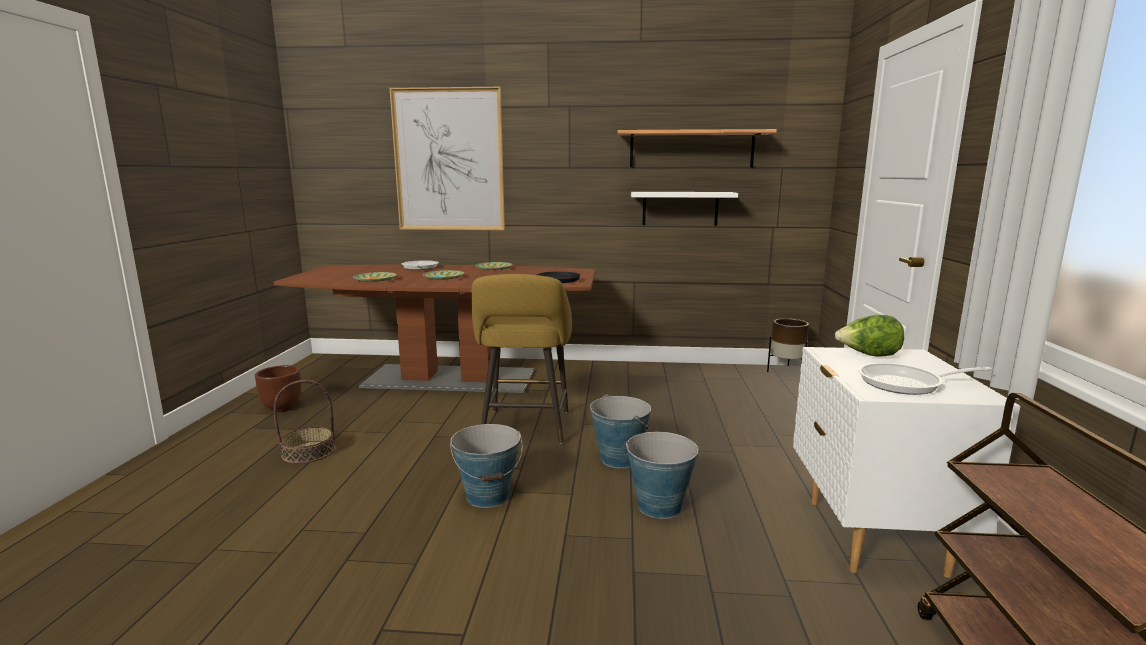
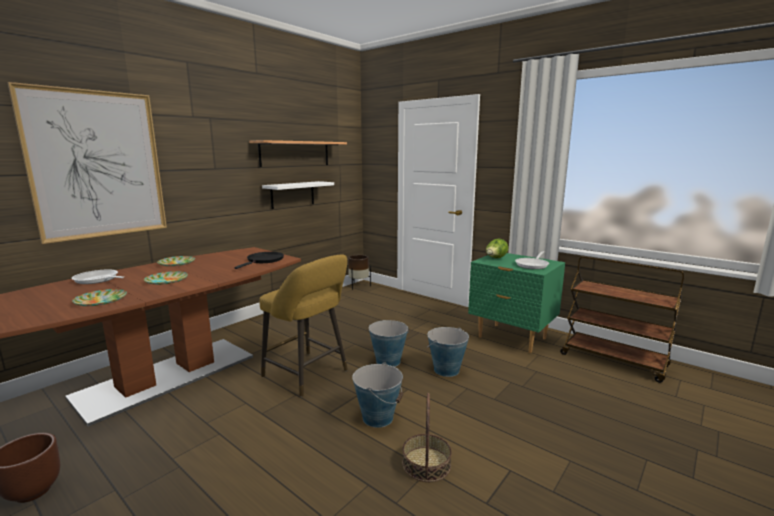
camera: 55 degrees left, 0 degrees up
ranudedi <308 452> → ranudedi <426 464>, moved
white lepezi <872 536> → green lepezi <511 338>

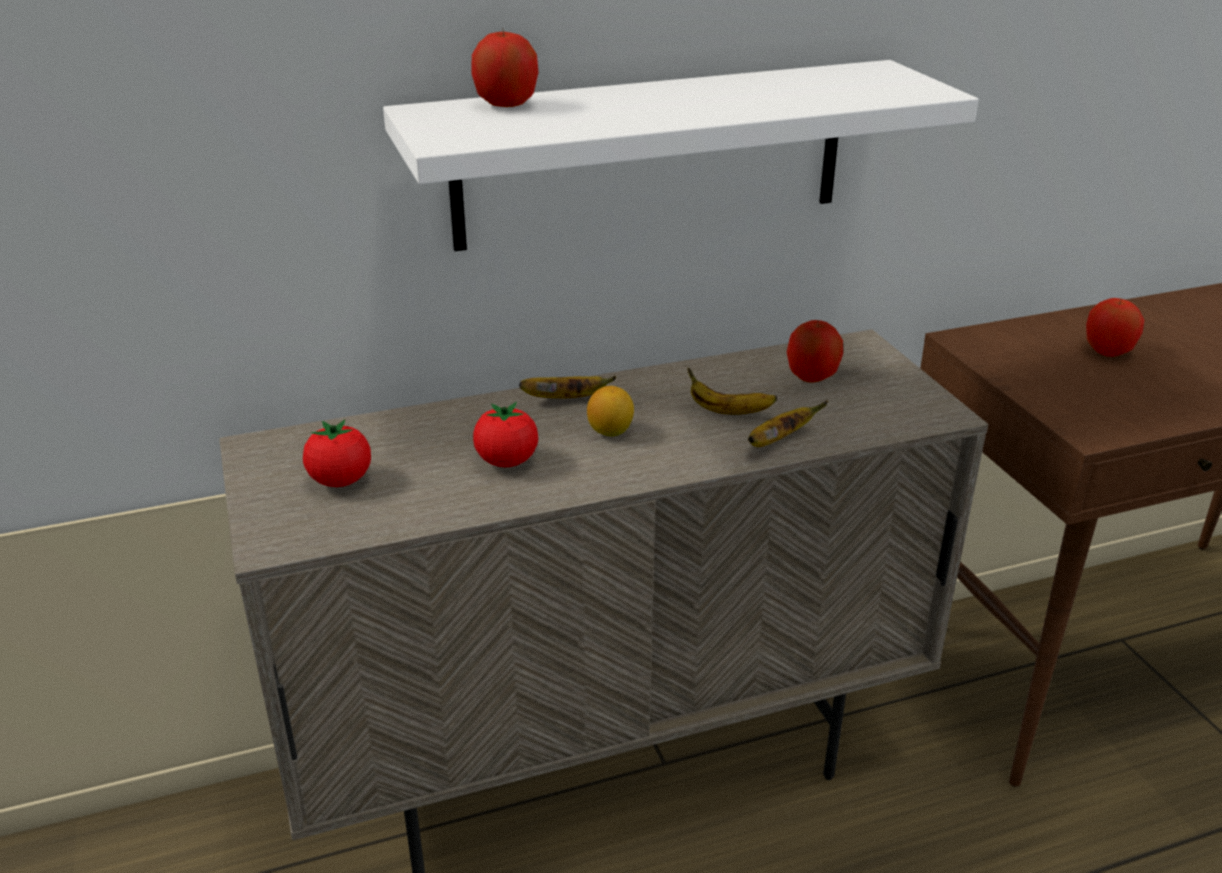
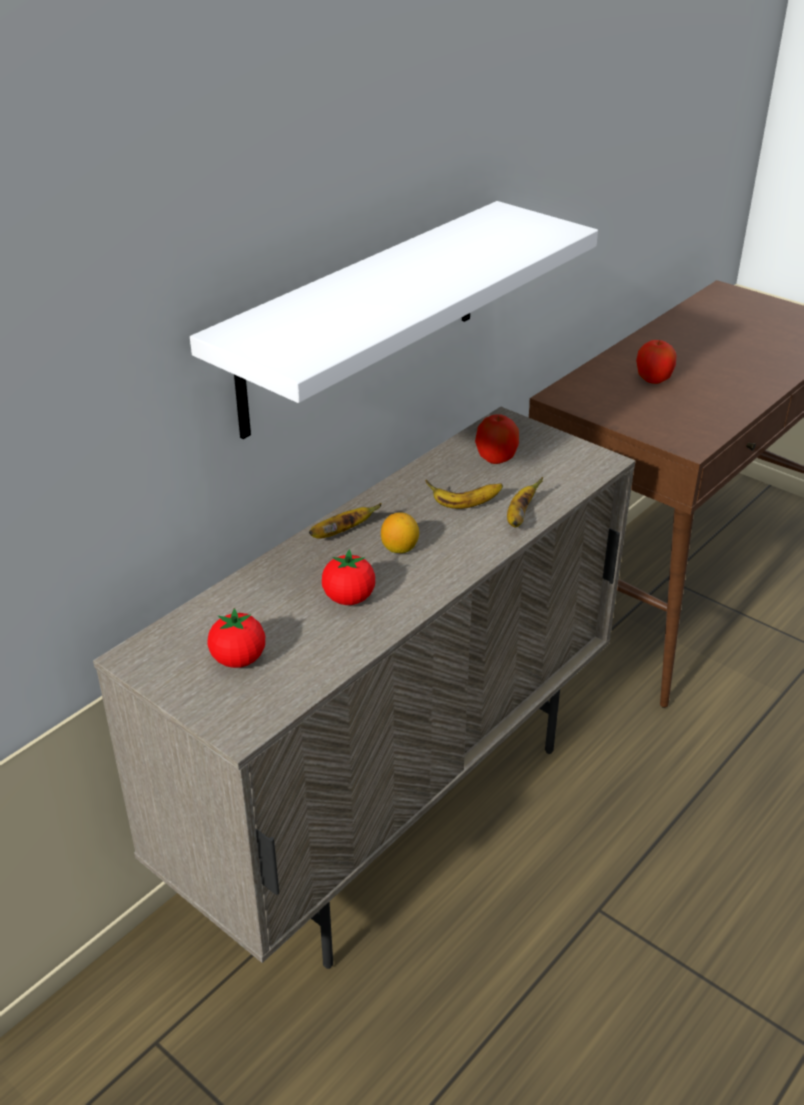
camera: 30 degrees left, 5 degrees up
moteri <506 104> → -

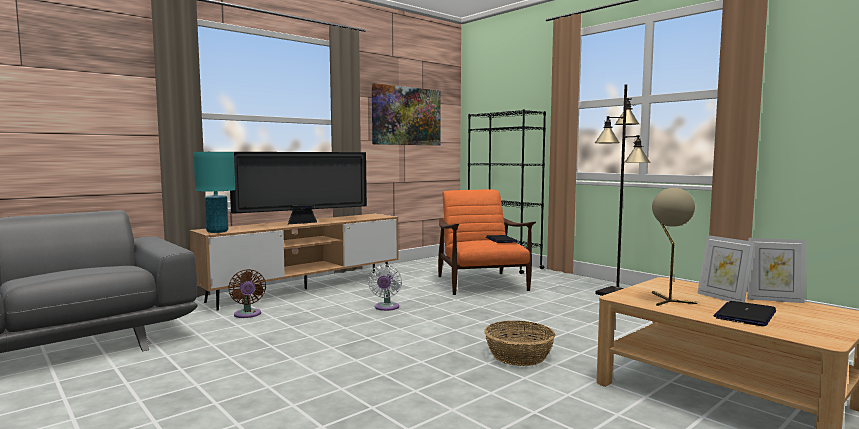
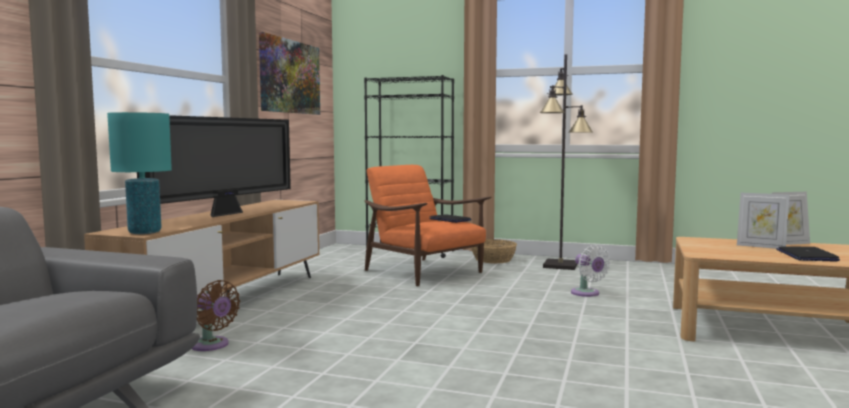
camera: 30 degrees left, 0 degrees up
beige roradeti <667 300> → -
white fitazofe <386 308> → white fitazofe <587 293>, moved
ranudedi <518 355> → ranudedi <493 260>, moved

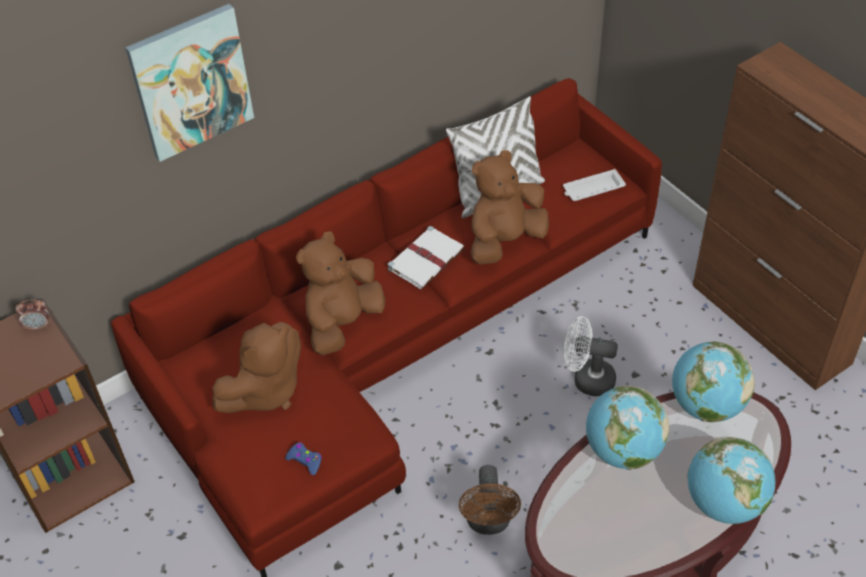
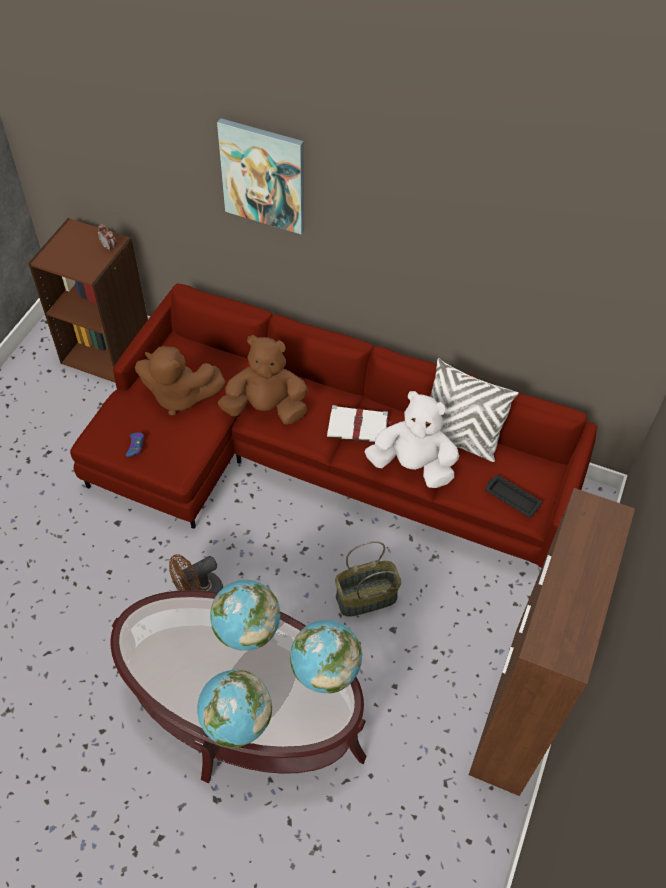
camera: 55 degrees right, 5 degrees up
white fitazofe <587 379> → ranudedi <366 598>
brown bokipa <505 241> → white bokipa <412 466>
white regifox <592 189> → black regifox <511 498>

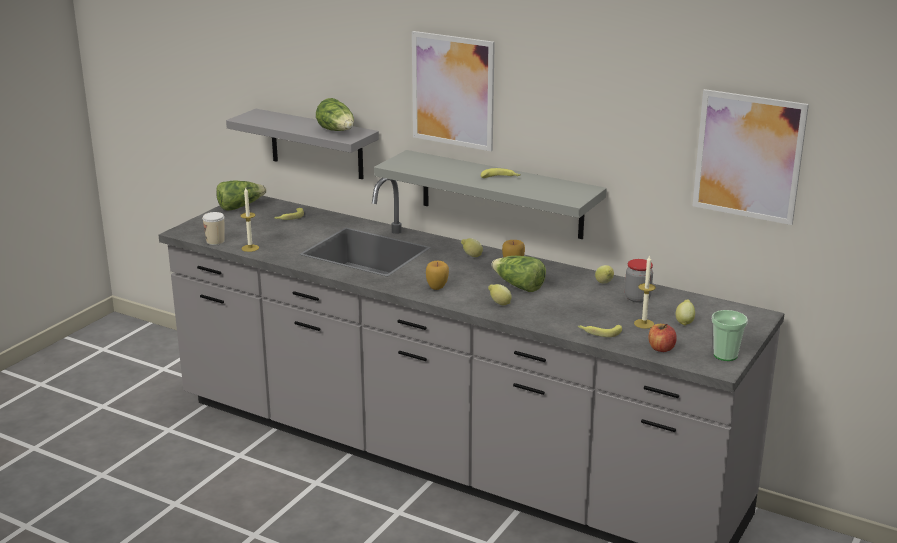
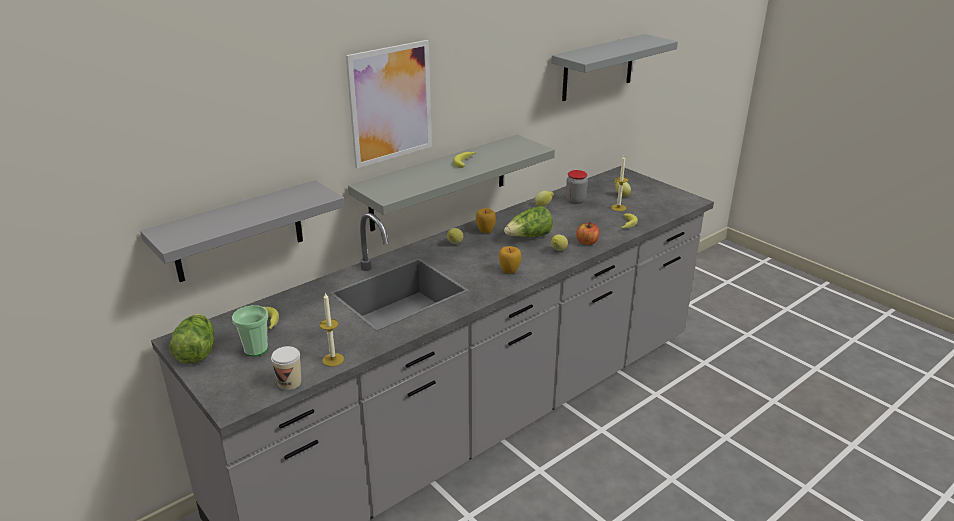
camera: 70 degrees left, 5 degrees up
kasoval <337 131> → -
moteri <661 348> → moteri <587 242>, moved
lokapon <725 355> → lokapon <256 349>, moved
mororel <748 156> → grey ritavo <598 67>

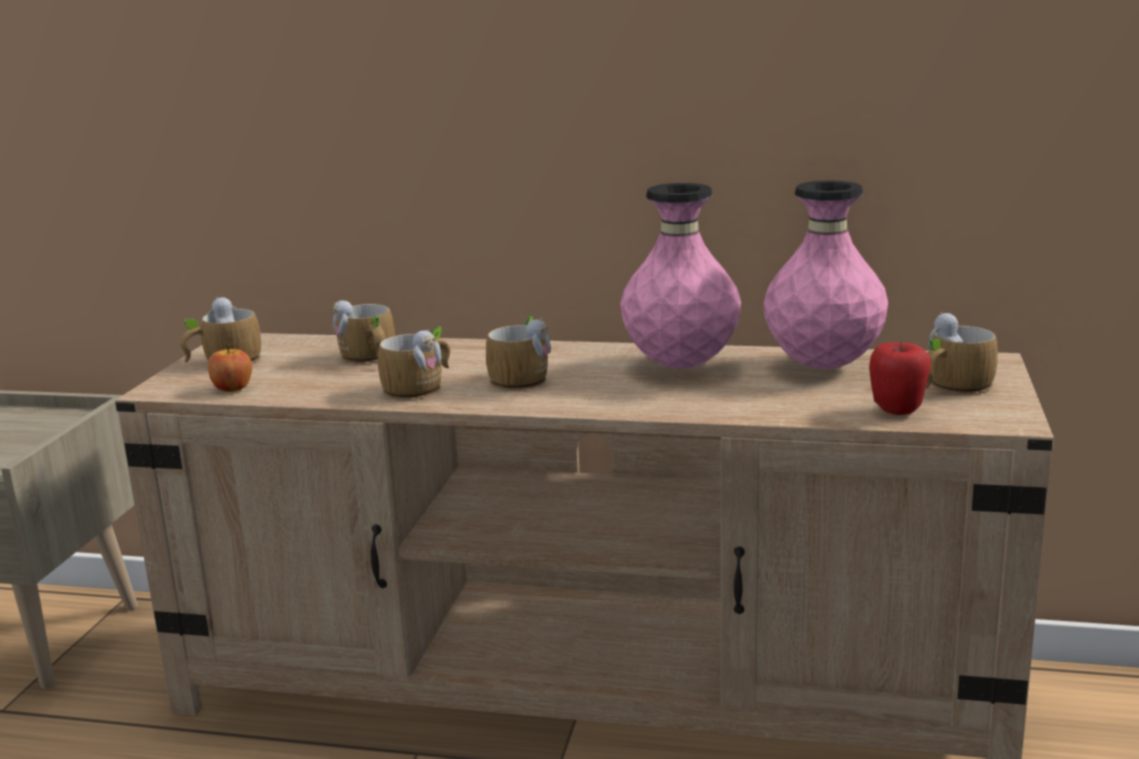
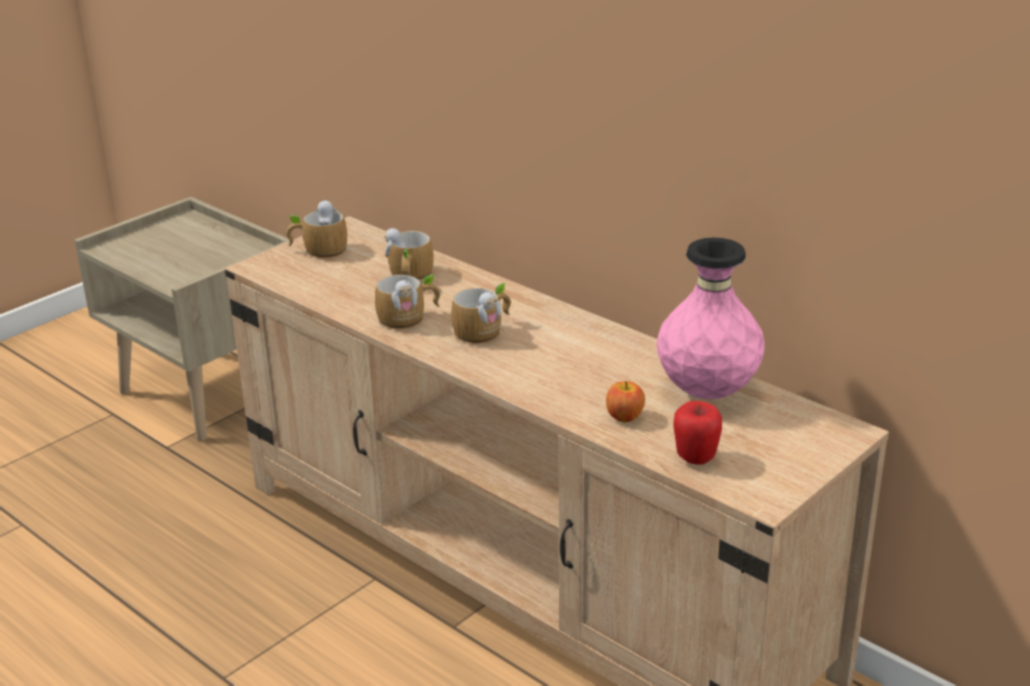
camera: 30 degrees right, 10 degrees up
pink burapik <681 366> → -
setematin <951 386> → -
moteri <233 388> → moteri <625 416>, moved

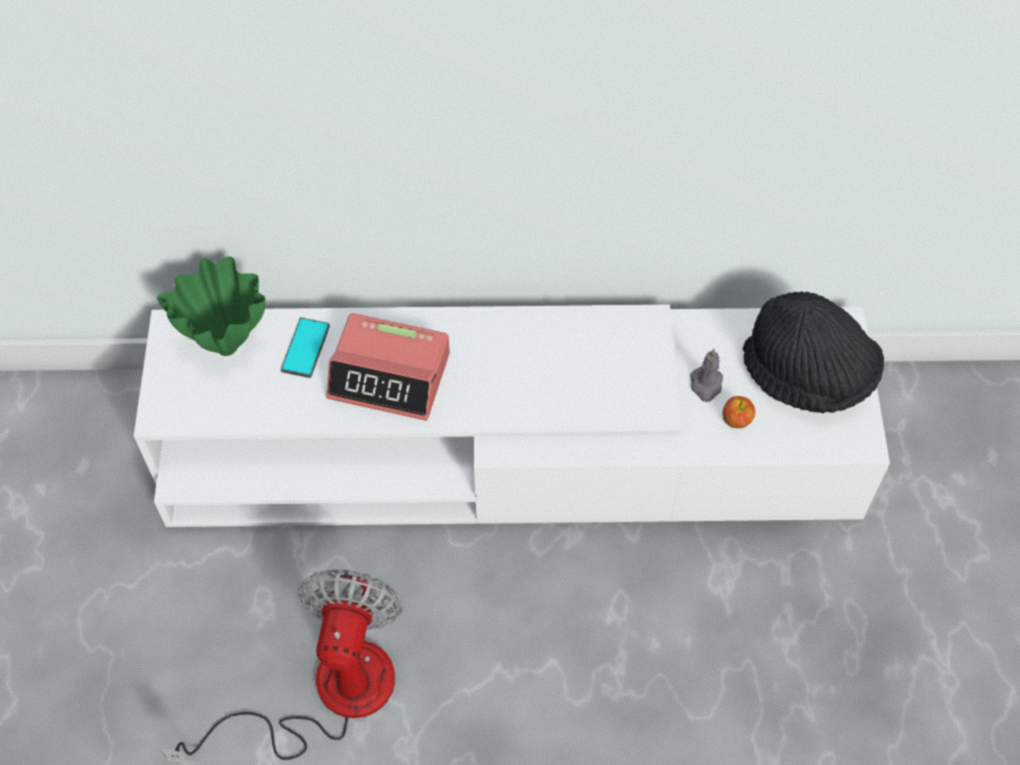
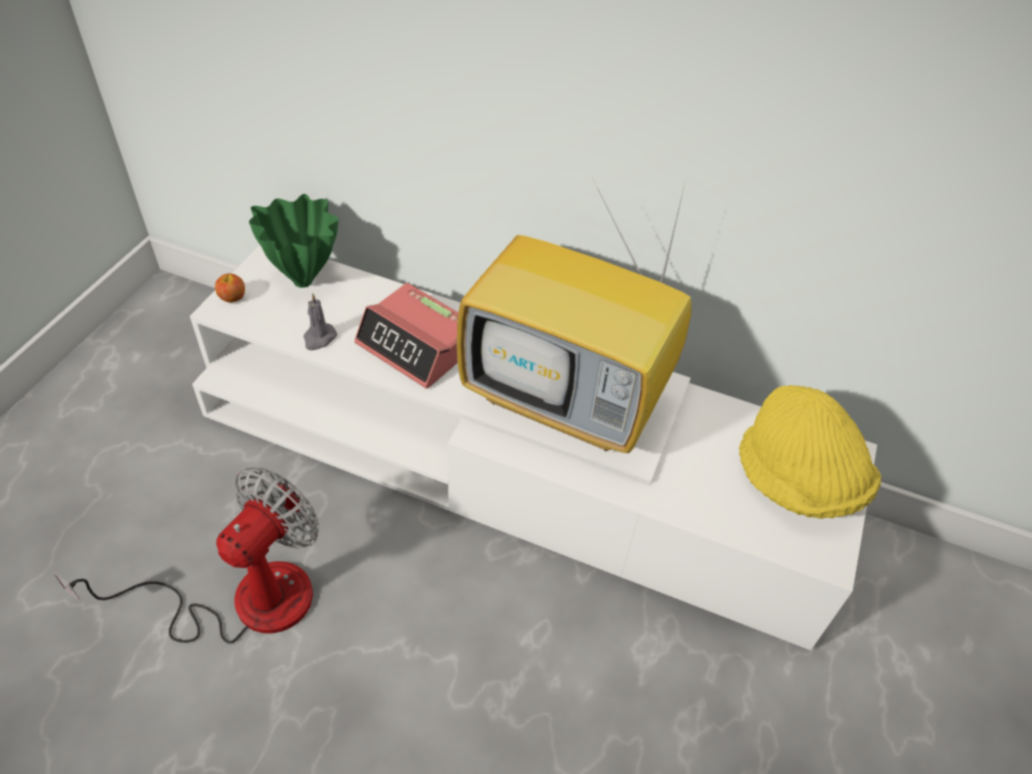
camera: 20 degrees right, 10 degrees down
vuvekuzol <305 348> → -
- → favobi <569 400>
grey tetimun <706 385> → grey tetimun <319 338>, moved
moteri <736 420> → moteri <232 297>, moved
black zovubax <807 375> → yellow zovubax <798 481>

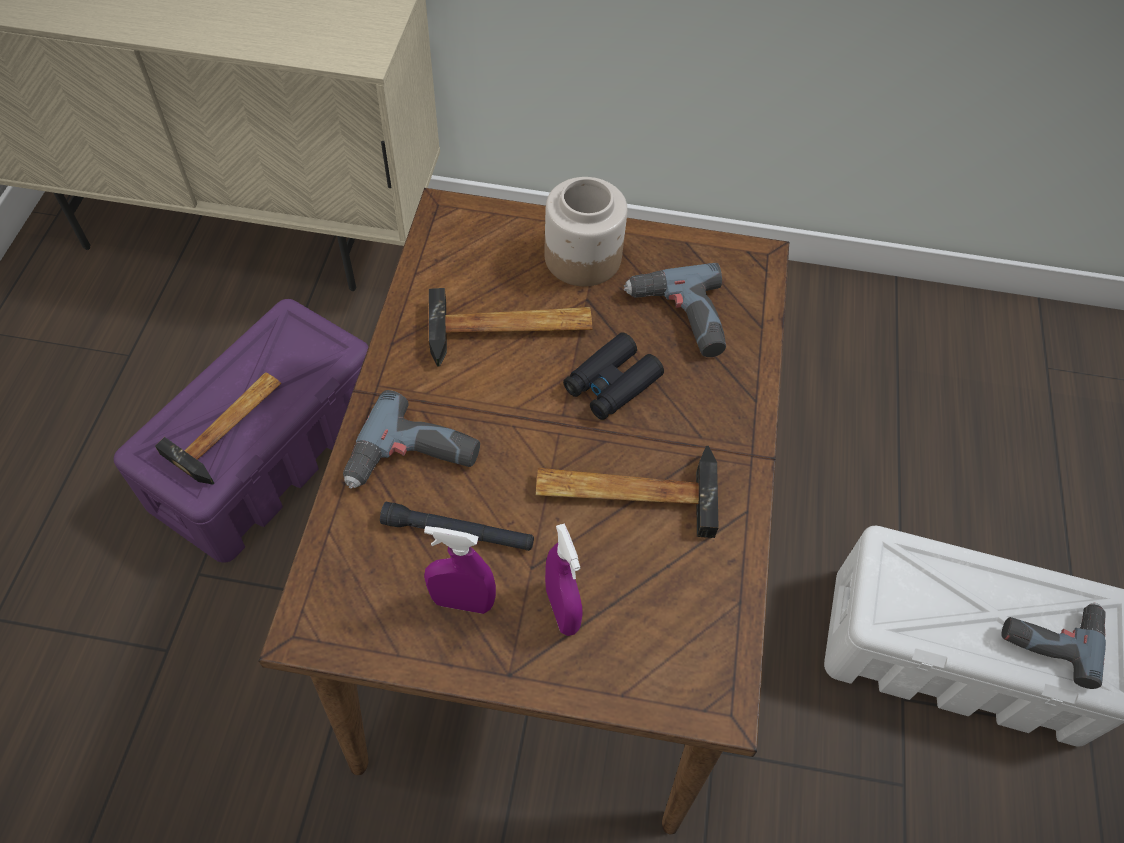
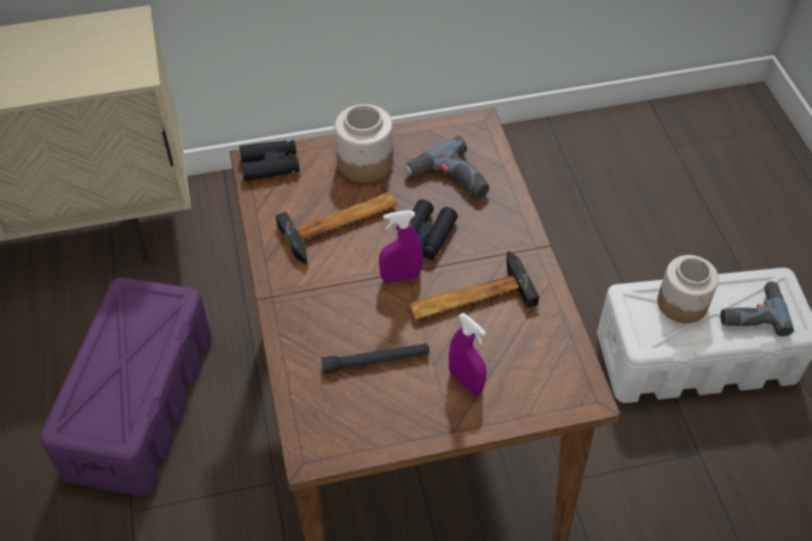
camera: 20 degrees left, 5 degrees down
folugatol <232 426> → -
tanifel <413 461> → -
- → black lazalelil <270 165>
- → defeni <682 303>
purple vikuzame <462 602> → purple vikuzame <401 277>, moved

